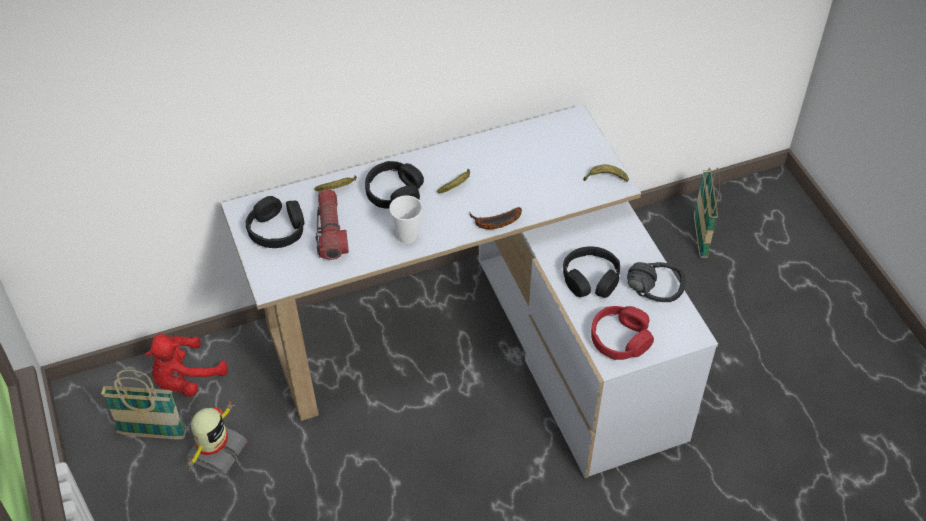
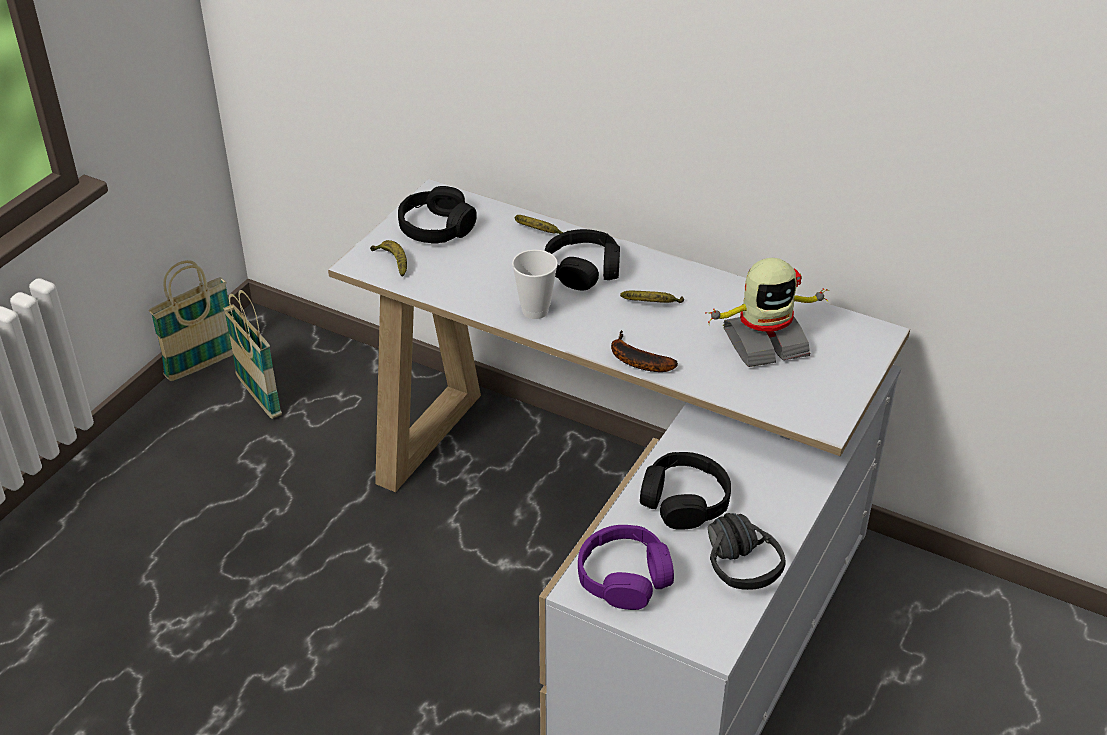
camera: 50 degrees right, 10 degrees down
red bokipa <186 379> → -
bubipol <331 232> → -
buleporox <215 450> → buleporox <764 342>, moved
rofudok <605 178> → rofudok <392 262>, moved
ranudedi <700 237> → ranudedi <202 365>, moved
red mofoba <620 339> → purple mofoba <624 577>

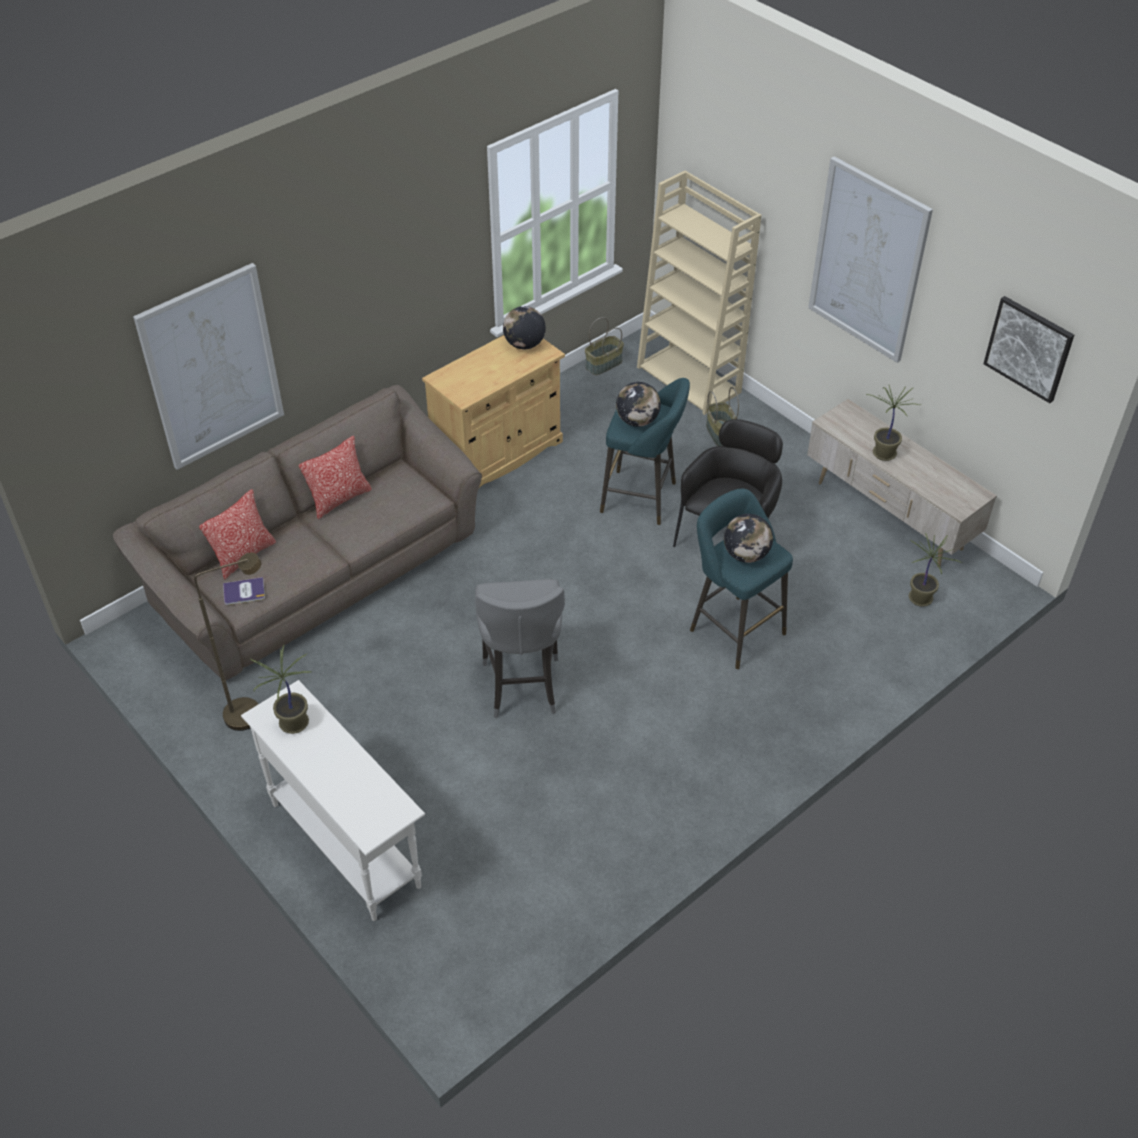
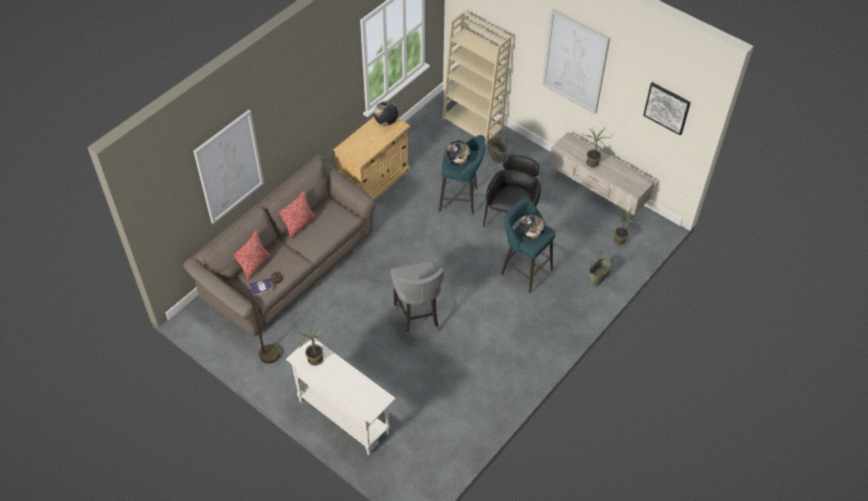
camera: 10 degrees left, 5 degrees up
ranudedi <604 365> → ranudedi <598 277>, moved

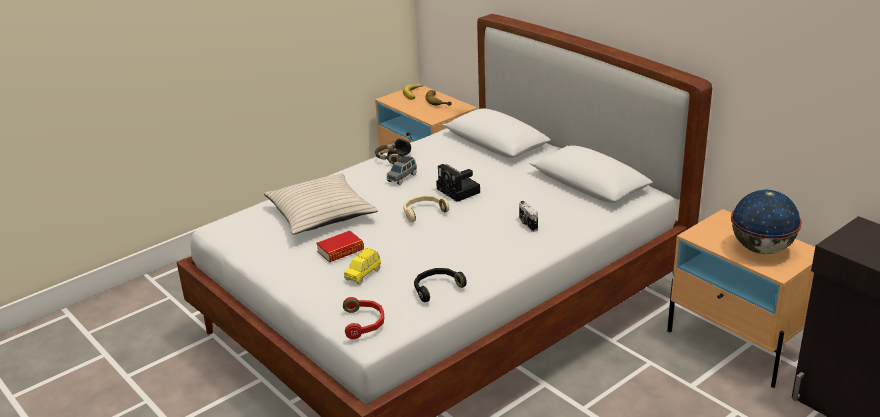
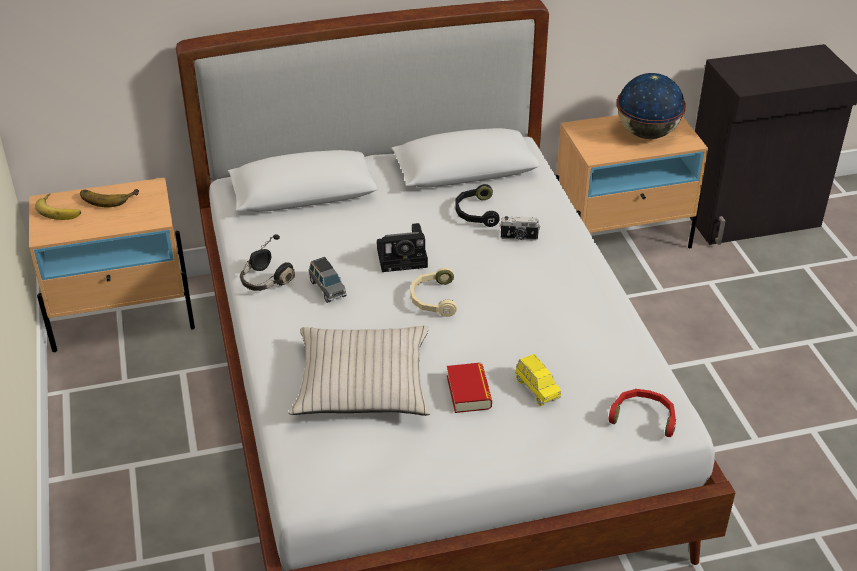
camera: 65 degrees left, 10 degrees up
black mofoba <436 288> → black mofoba <475 213>, moved

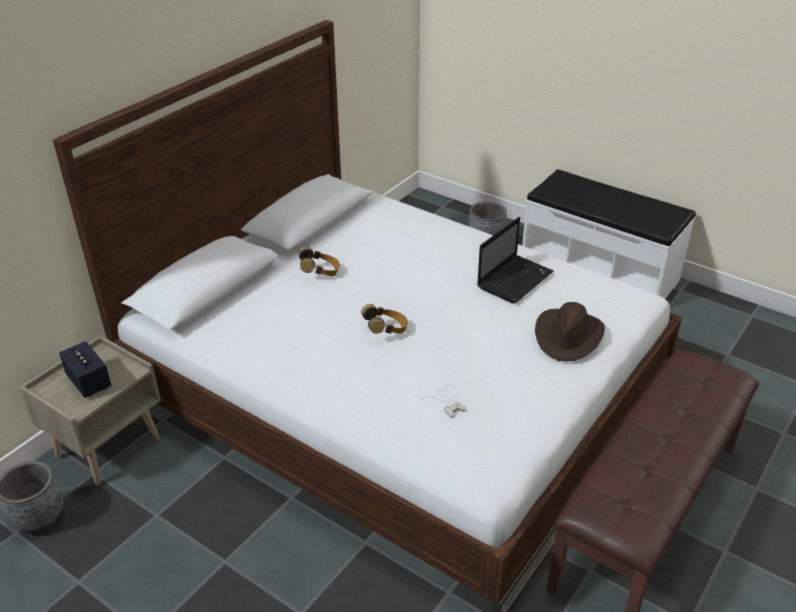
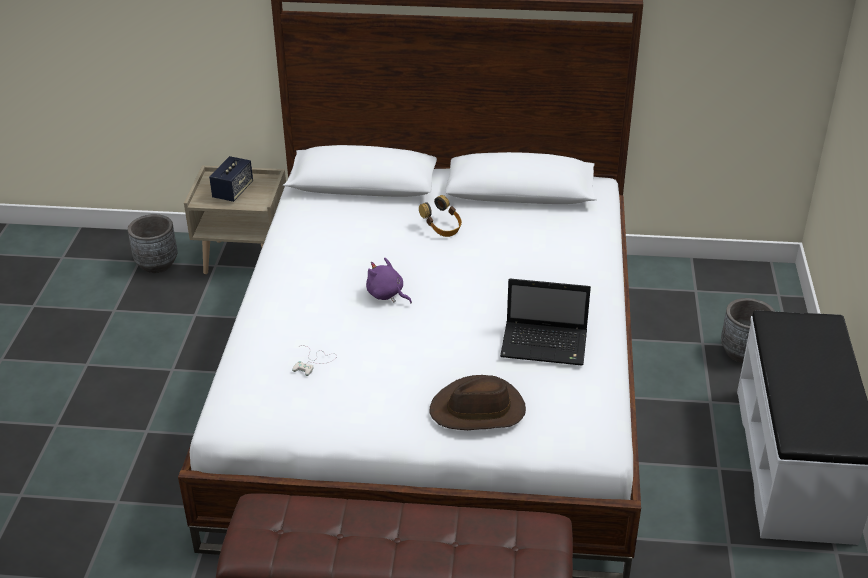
camera: 60 degrees right, 0 degrees up
mofoba <386 331> → purple bokipa <387 295>

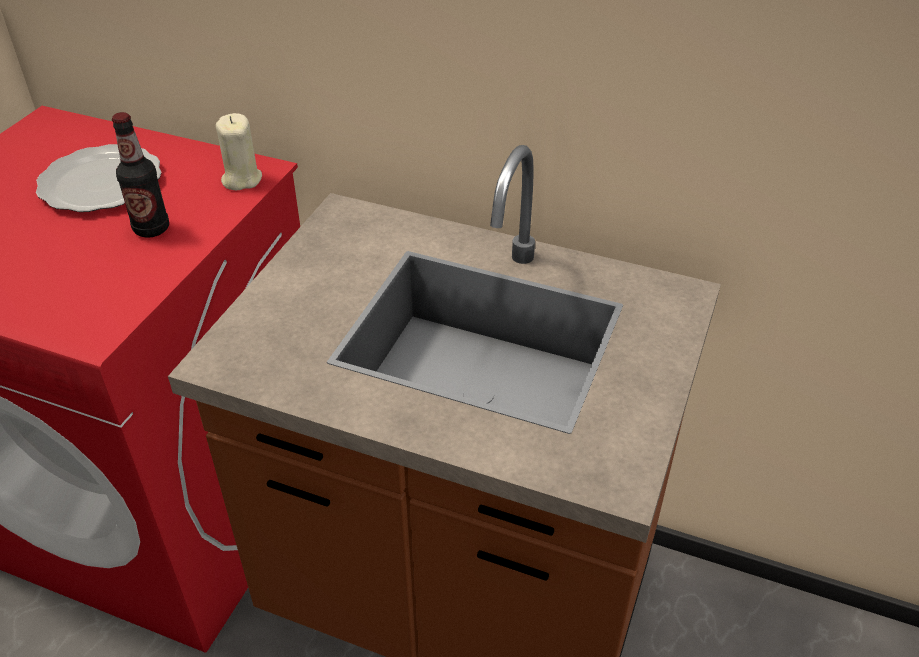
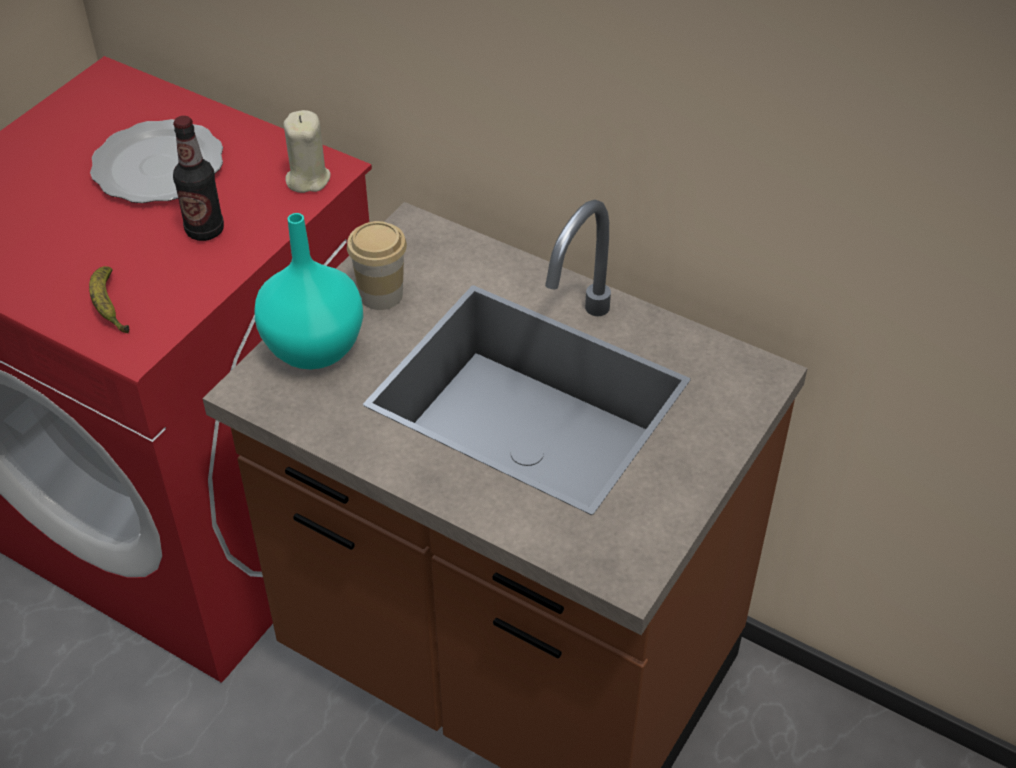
camera: 10 degrees right, 5 degrees up
- → rofudok <109 307>
- → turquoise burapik <312 348>
- → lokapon <381 294>

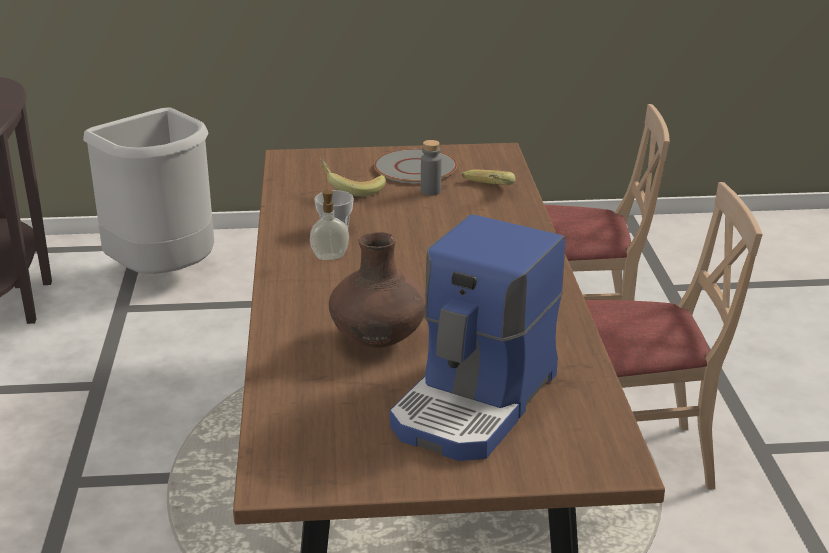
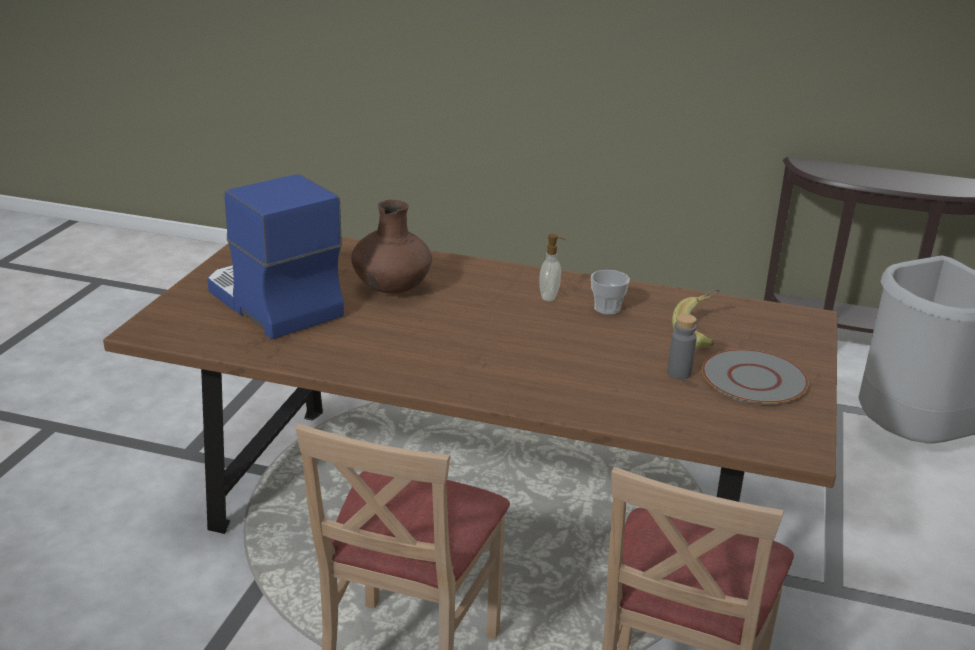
camera: 110 degrees right, 0 degrees up
rofudok <485 191> → -

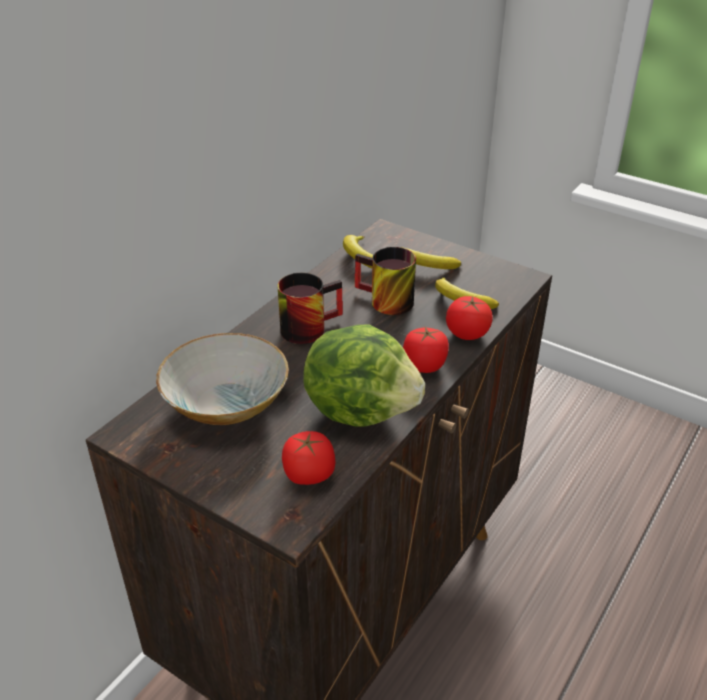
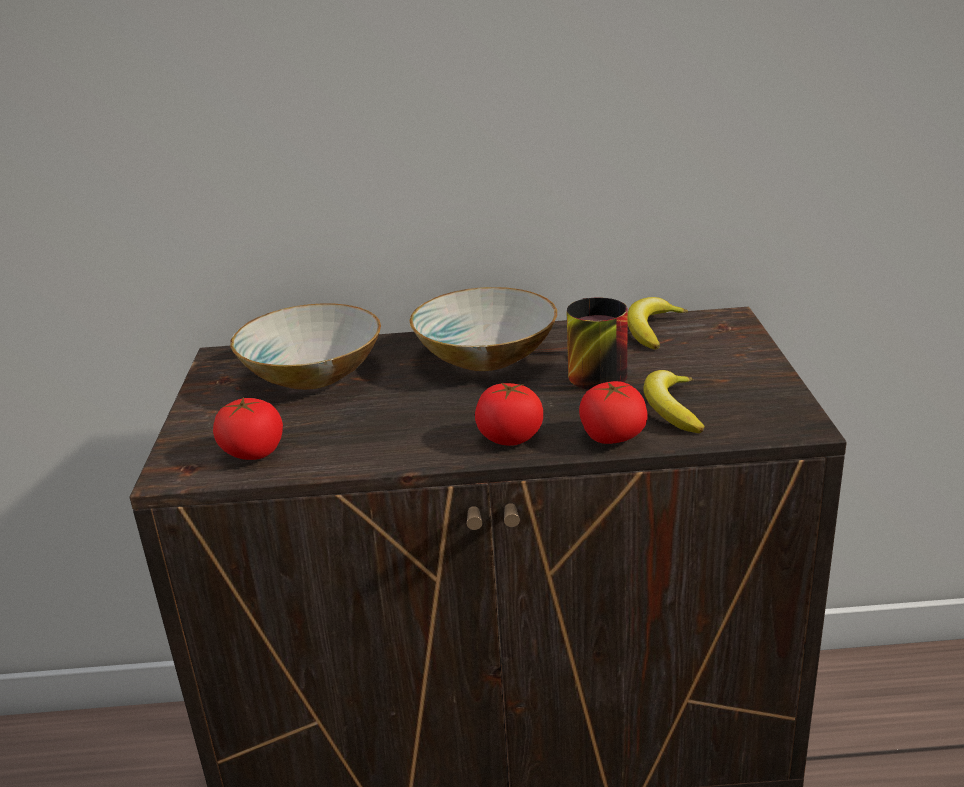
camera: 55 degrees right, 10 degrees down
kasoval <361 409> → -
rofudok <426 265> → -
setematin <308 326> → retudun <484 356>

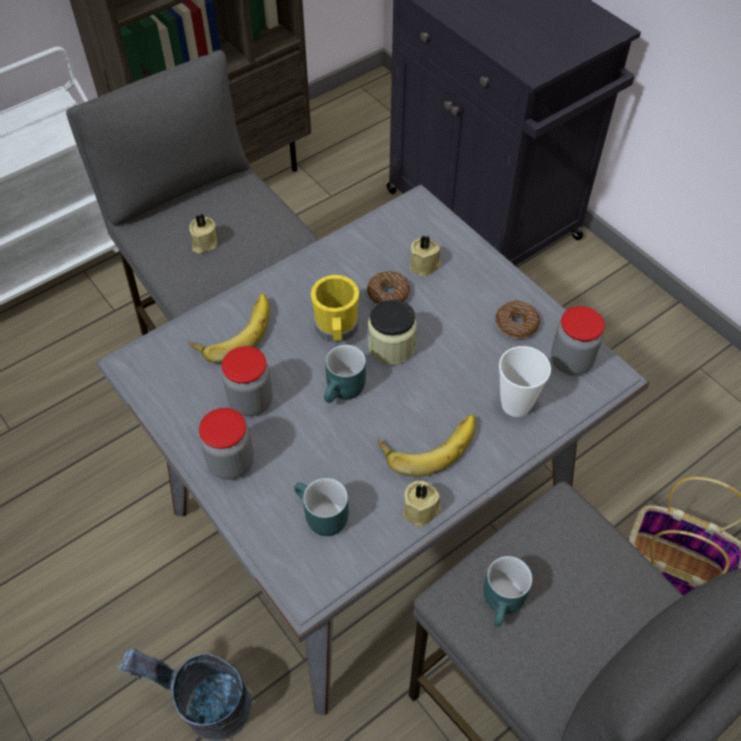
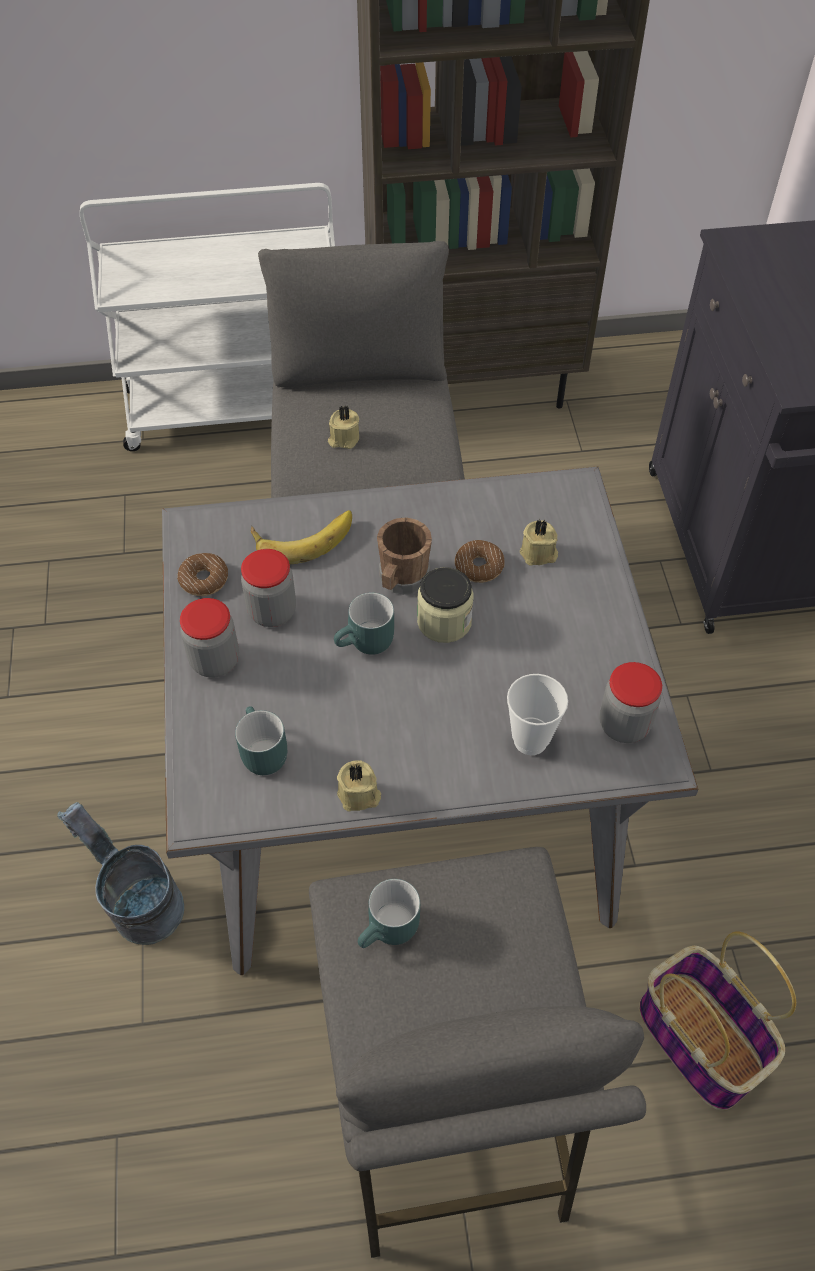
camera: 30 degrees right, 0 degrees up
rofudok <428 443> → -
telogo <516 324> → telogo <204 580>, moved
yellow setematin <336 330> → brown setematin <401 580>

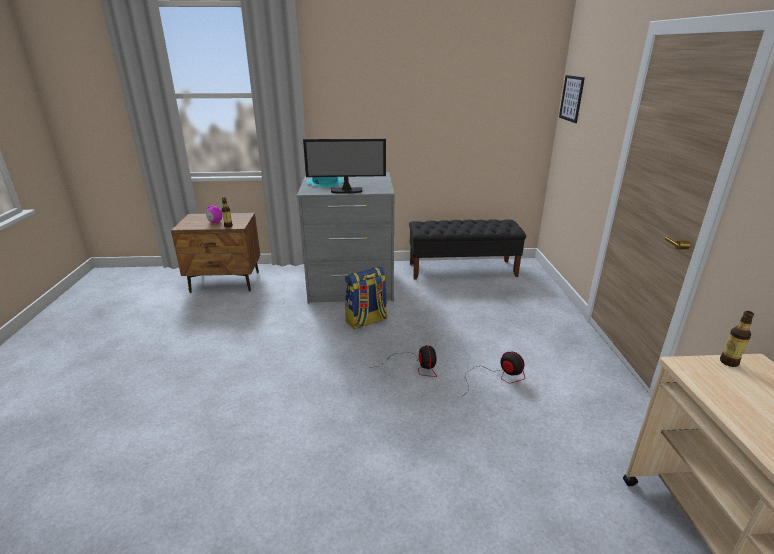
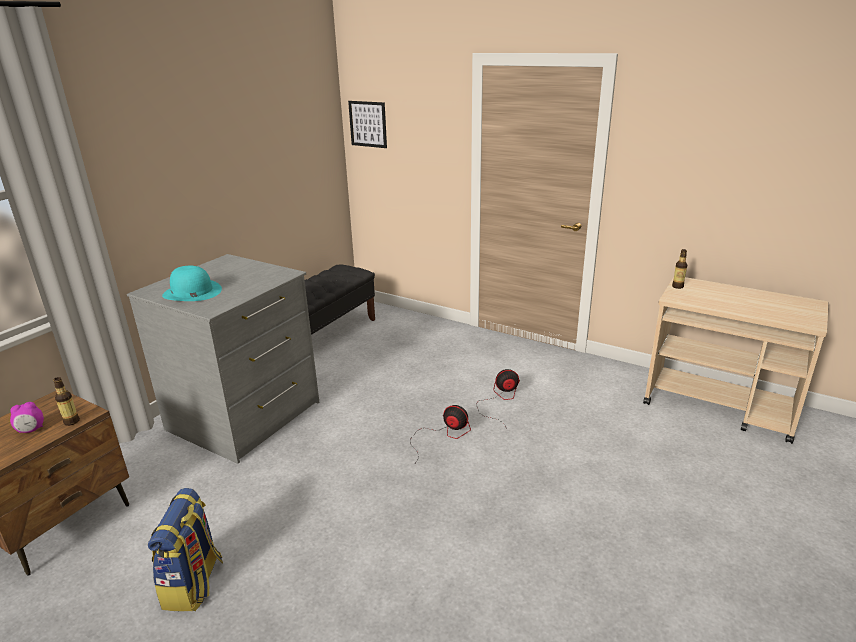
camera: 55 degrees left, 0 degrees up
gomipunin <346 191> → -
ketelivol <366 321> → ketelivol <194 584>, moved

